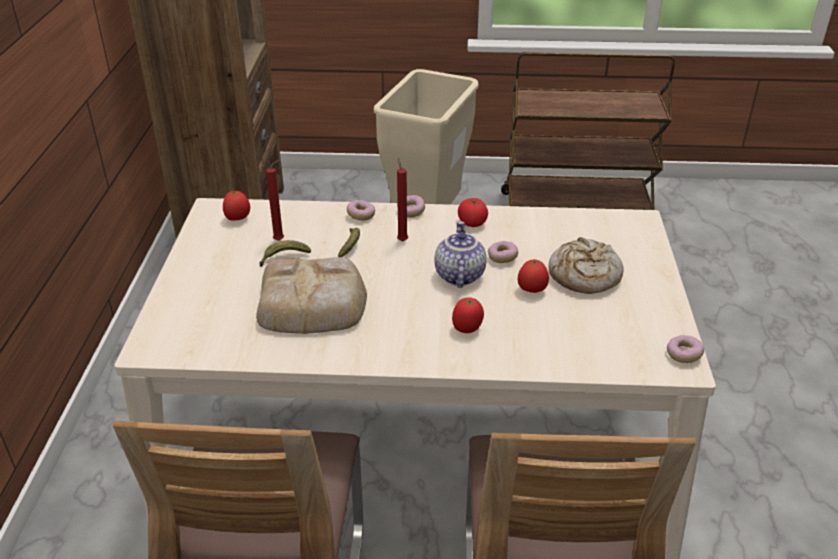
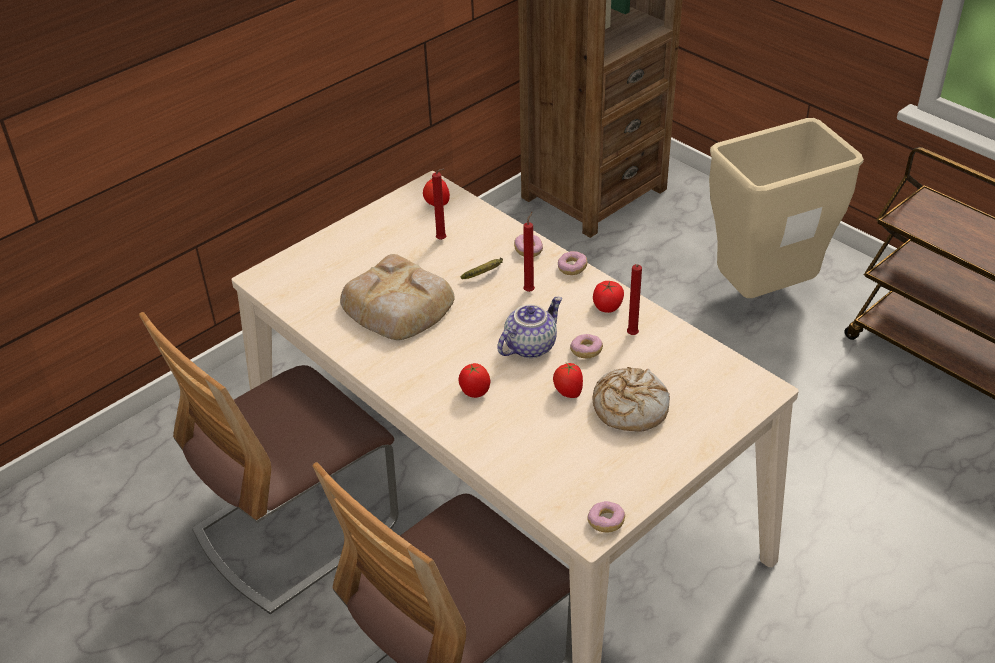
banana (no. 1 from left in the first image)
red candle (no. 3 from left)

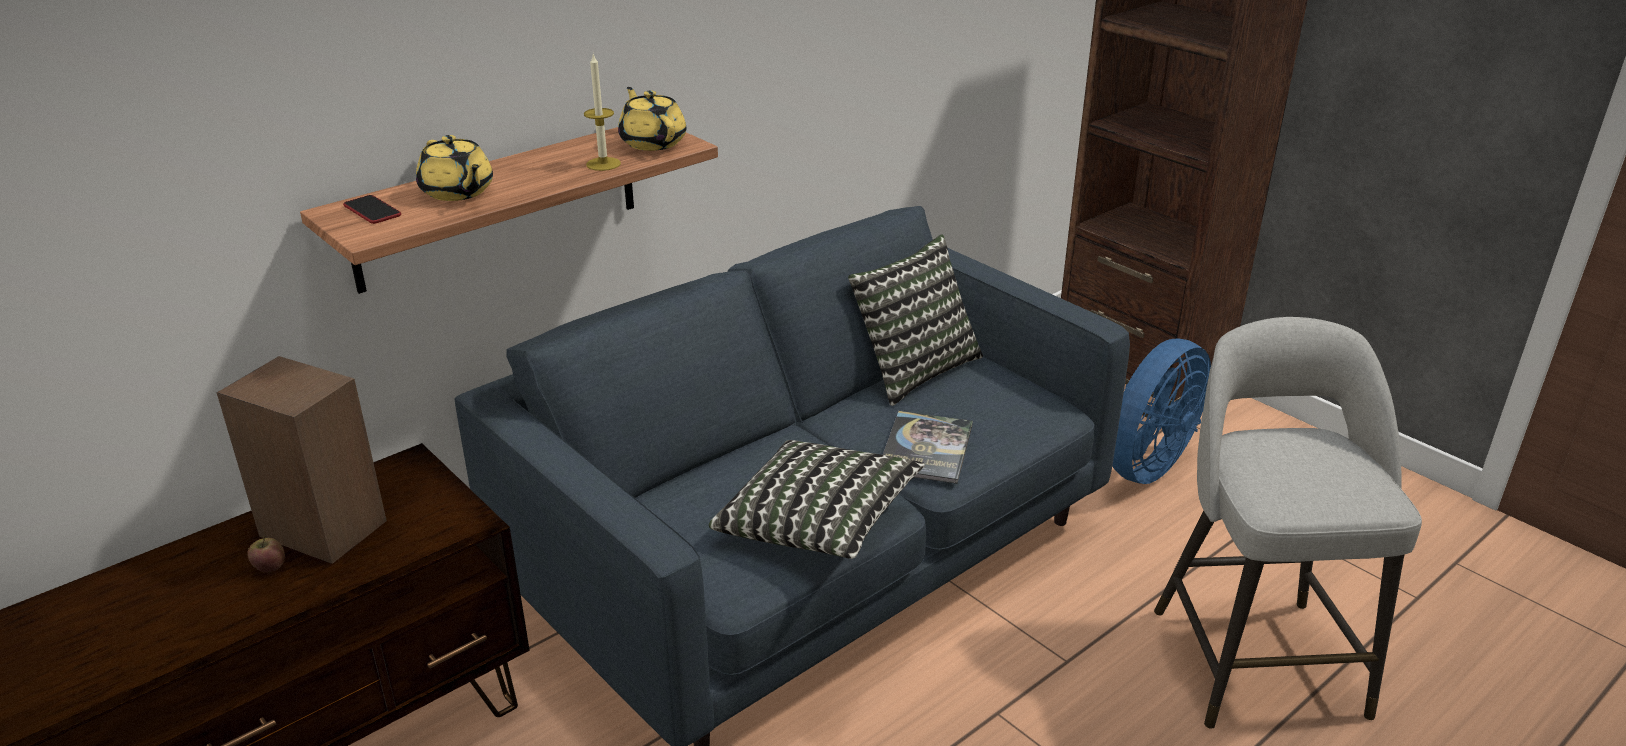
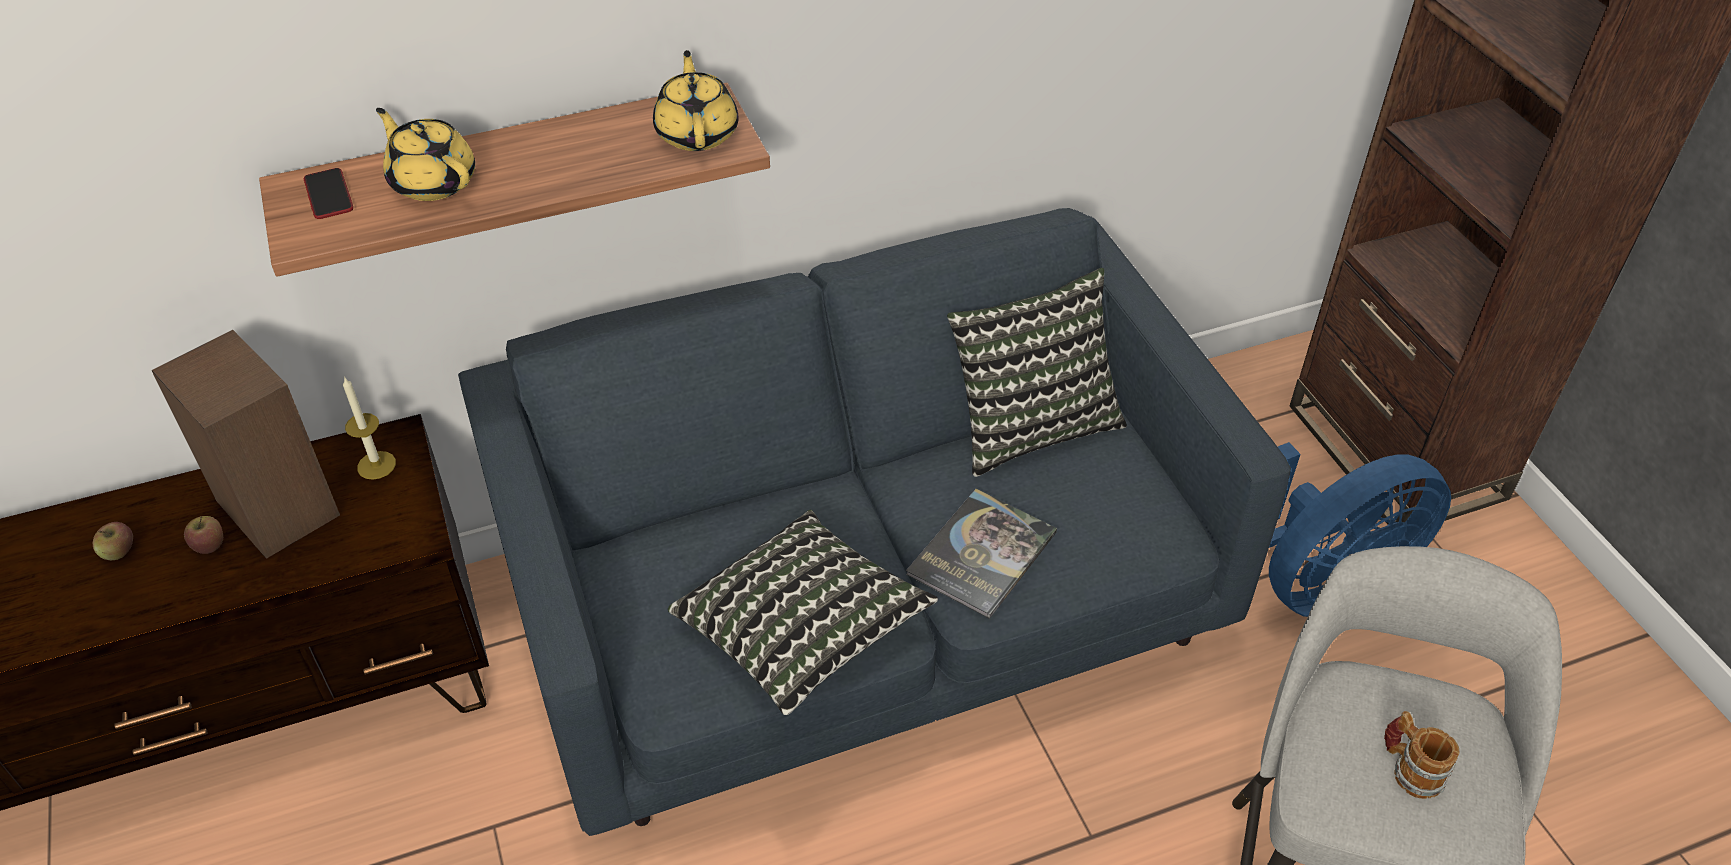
apple (no. 1 from left)
mug
candle
yellow teapot (no. 1 from left)

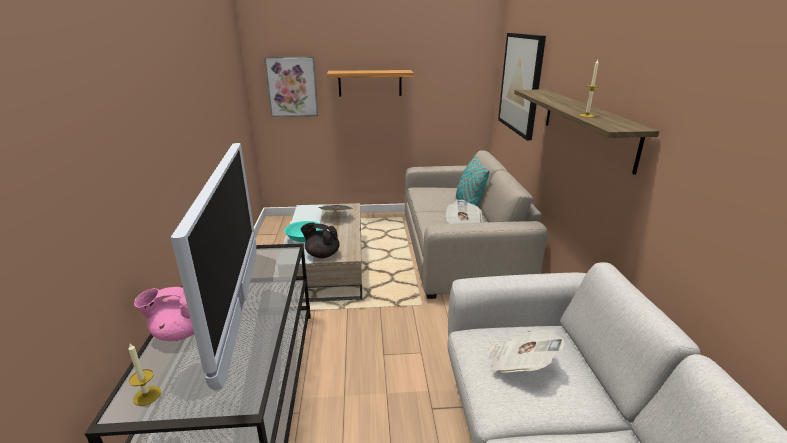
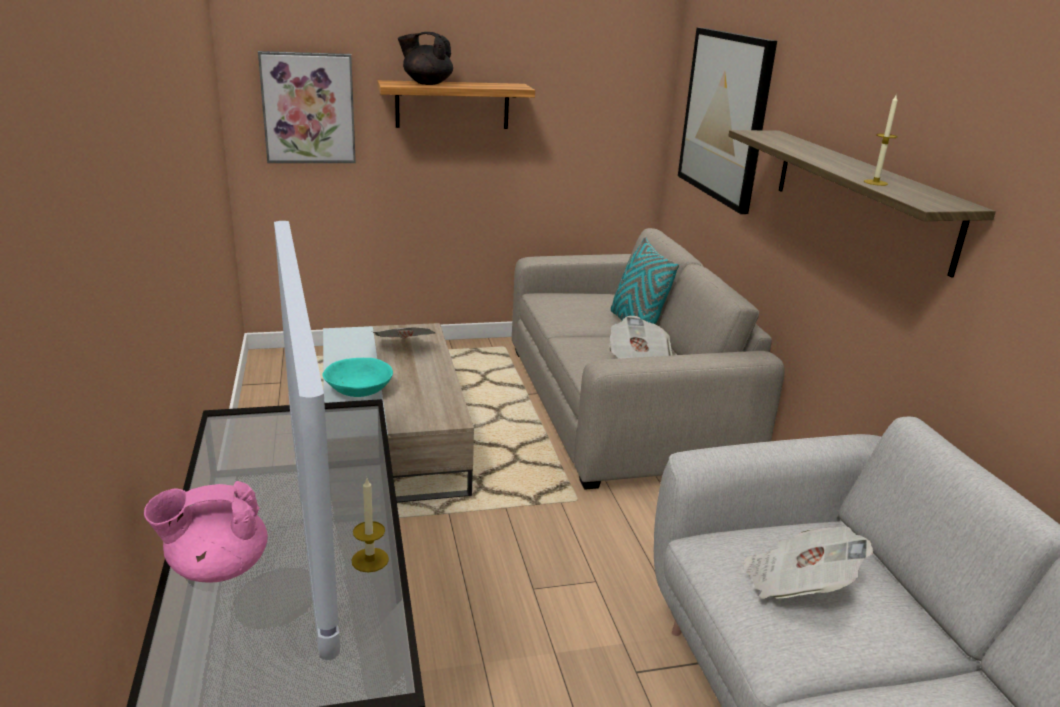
candle (no. 1 from left)
black teapot

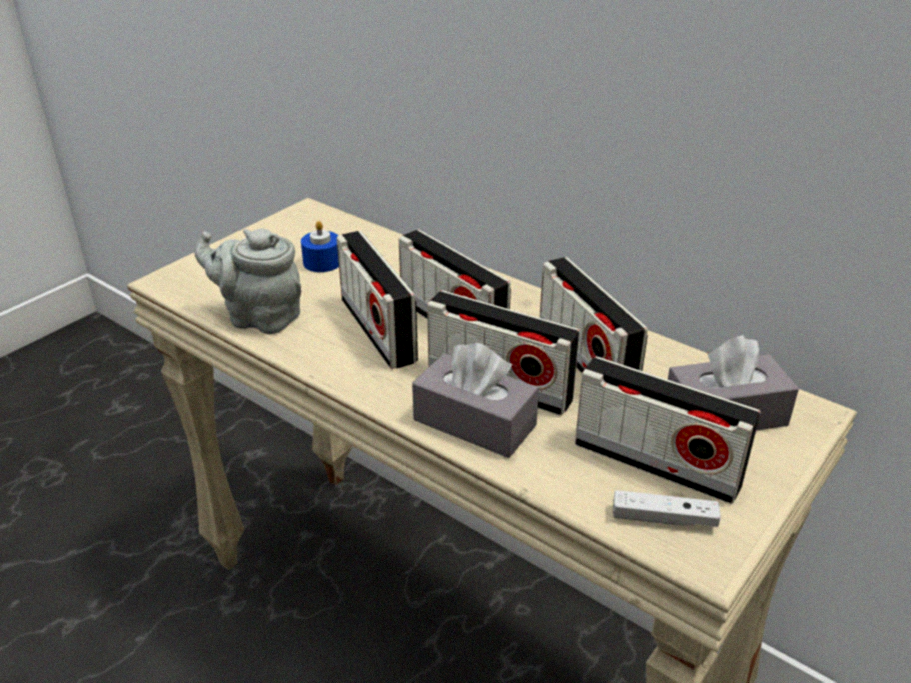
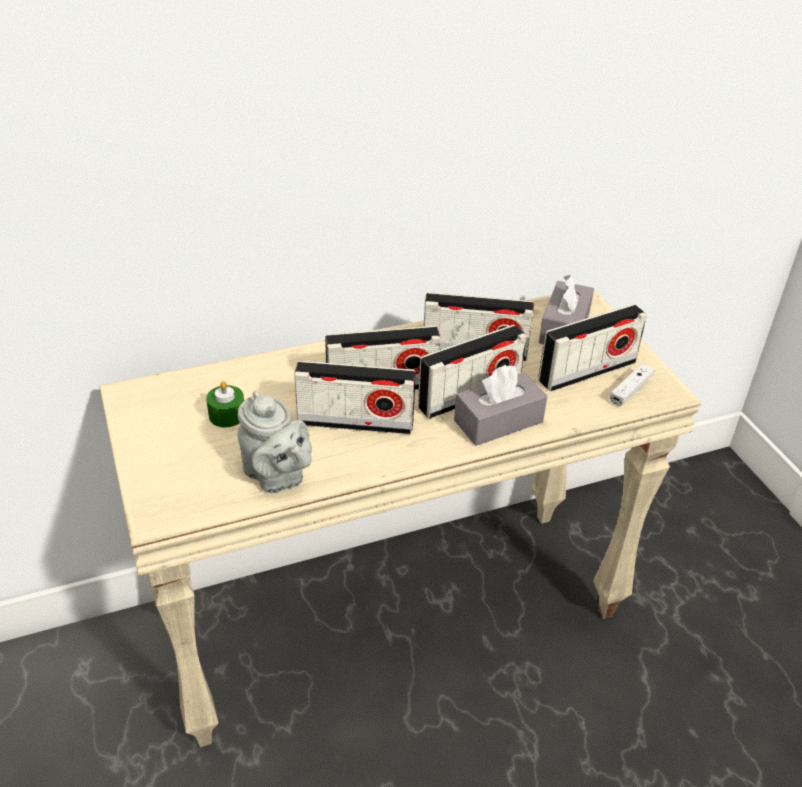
green candle
grey teapot

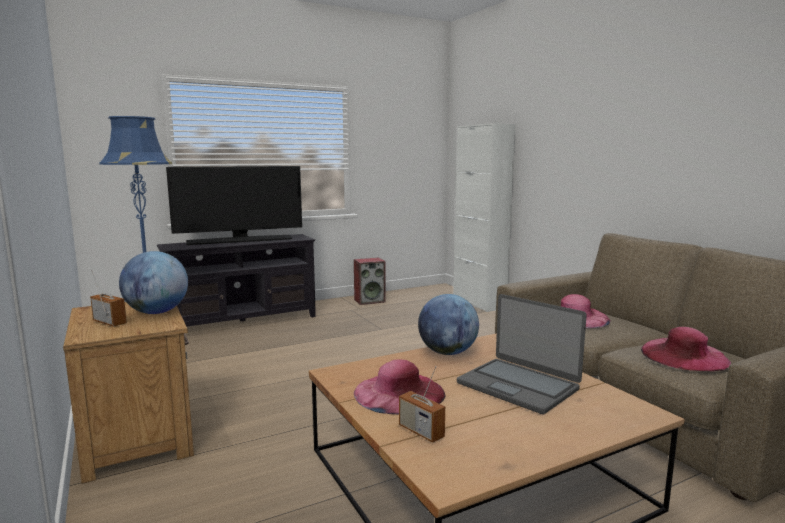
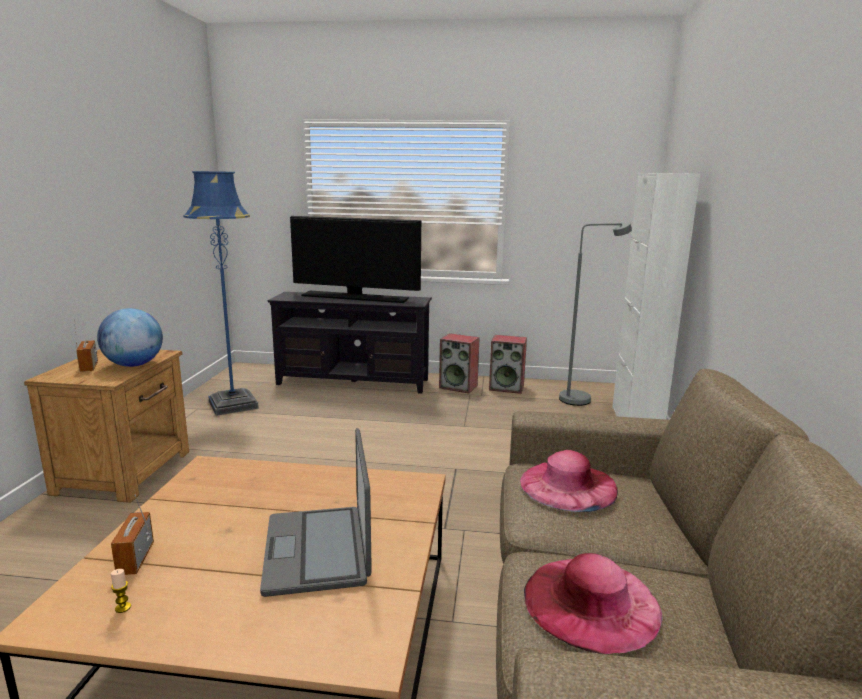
pink hat (no. 1 from left in the first image)
globe (no. 2 from left in the first image)
candle
speaker (no. 1 from left)
grey floor lamp

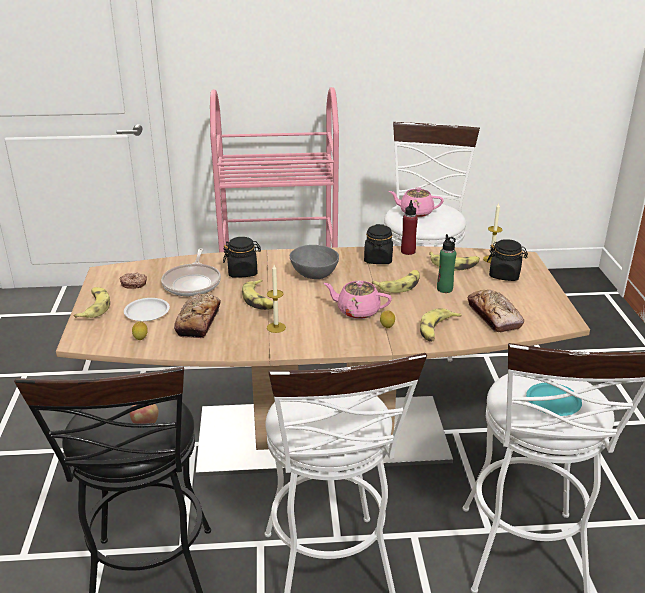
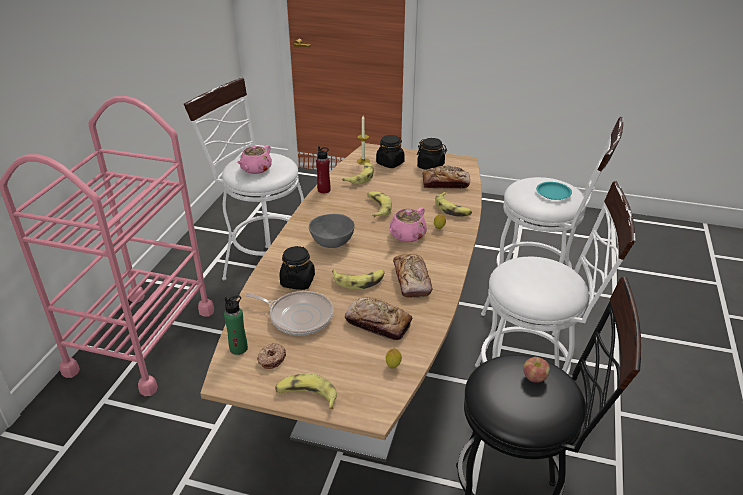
white plate
black jar (no. 3 from left)
green bottle
bread (no. 2 from left)

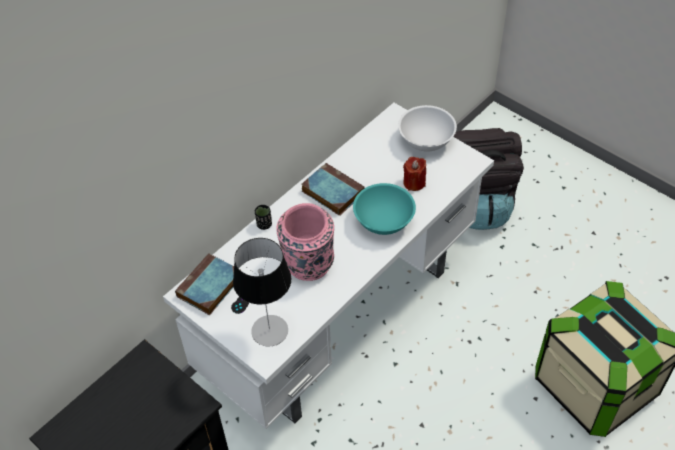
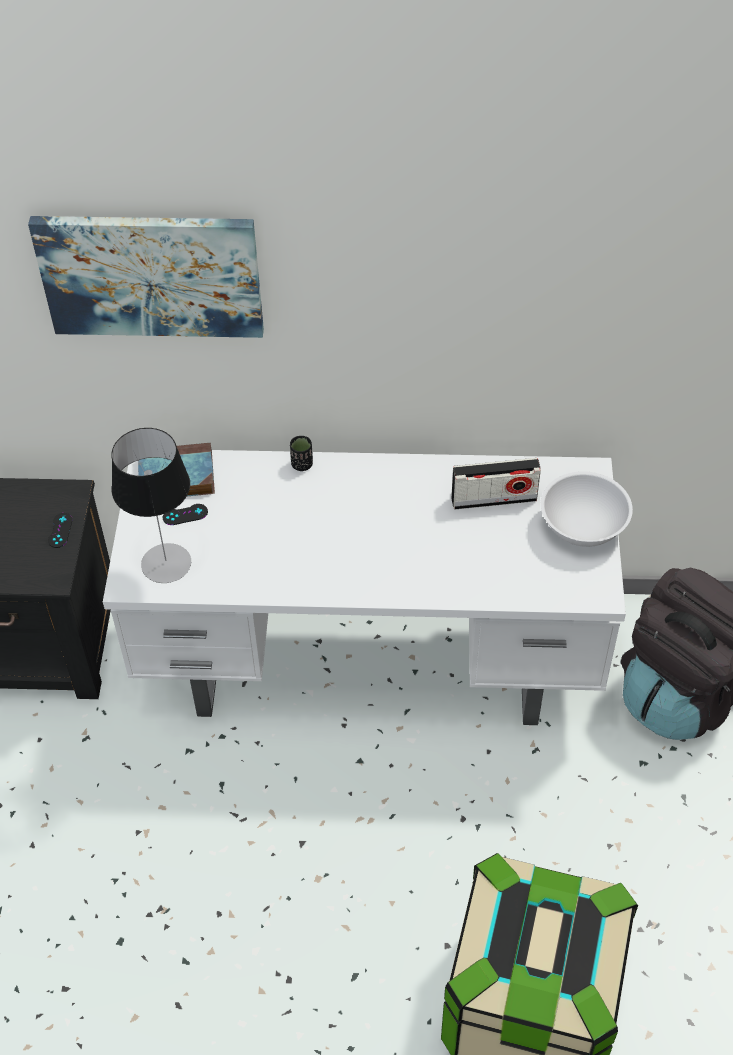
pink vase
book (no. 2 from left in the first image)
turquoise bowl
red candle
picture
black game controller (no. 1 from left)
radio

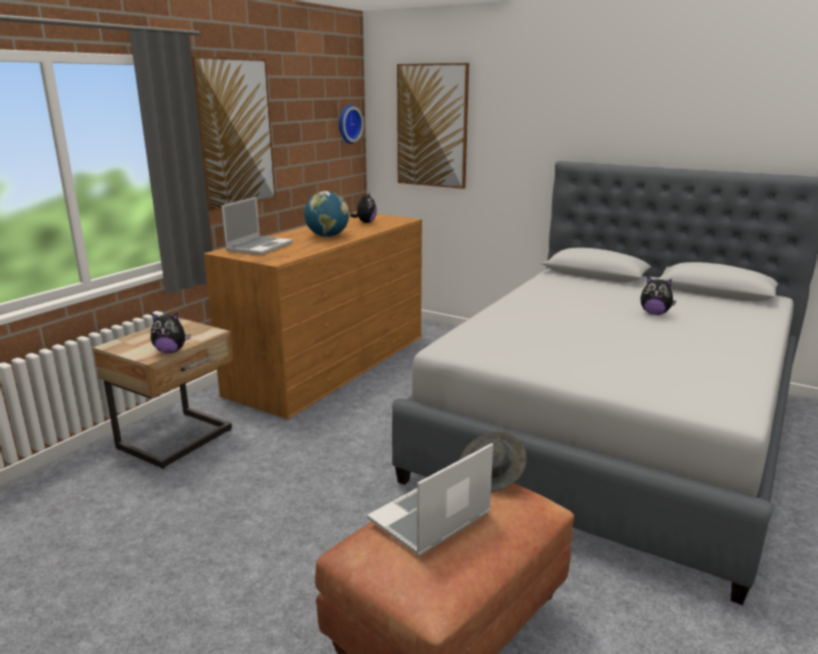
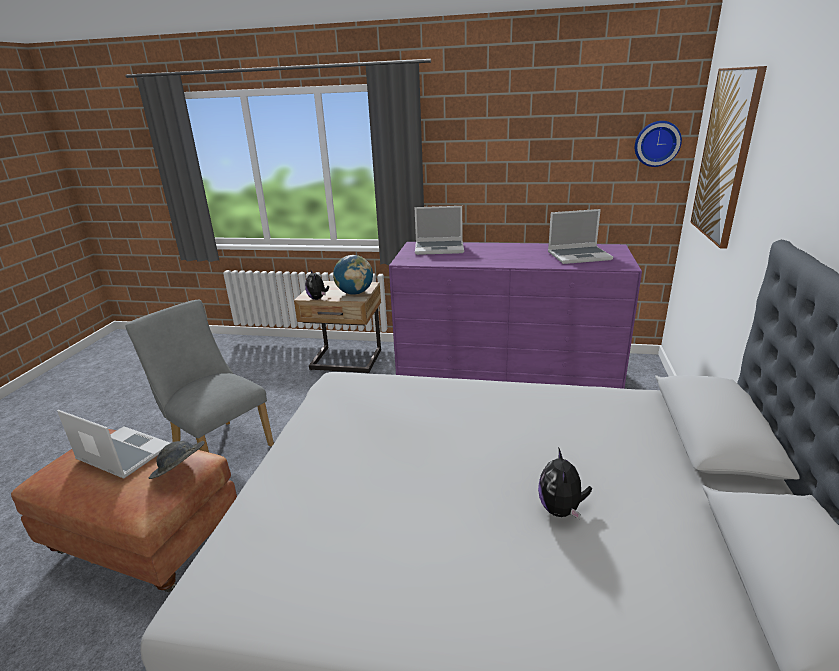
picture (no. 1 from left in the first image)
grey chair
globe
laptop (no. 3 from left)
purple dresser

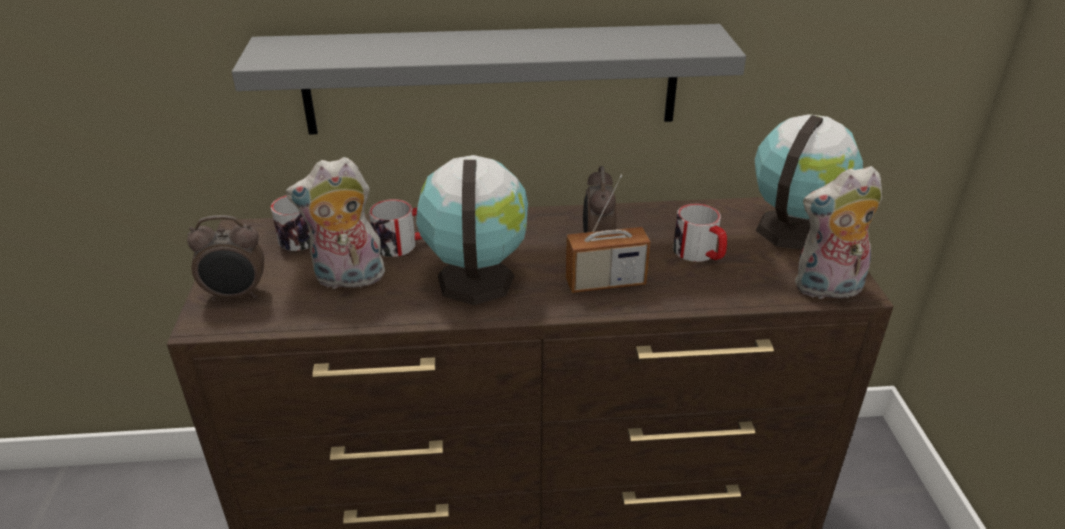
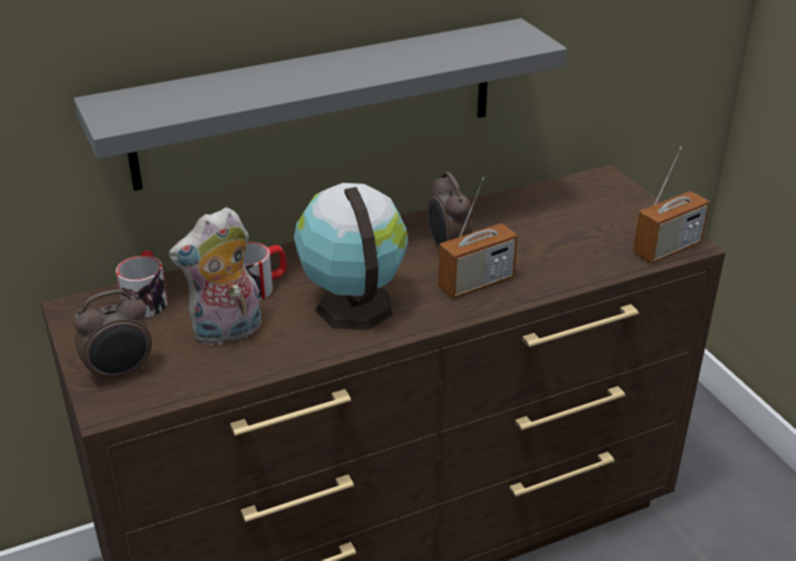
mug (no. 3 from left in the first image)
globe (no. 2 from left in the first image)
radio (no. 2 from left)

